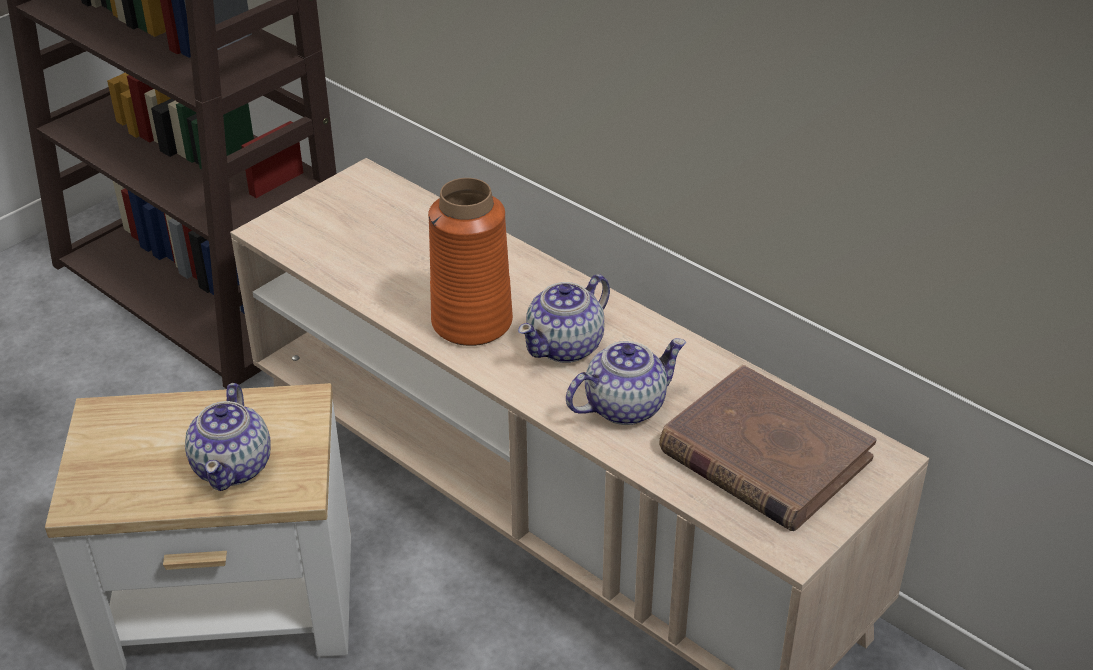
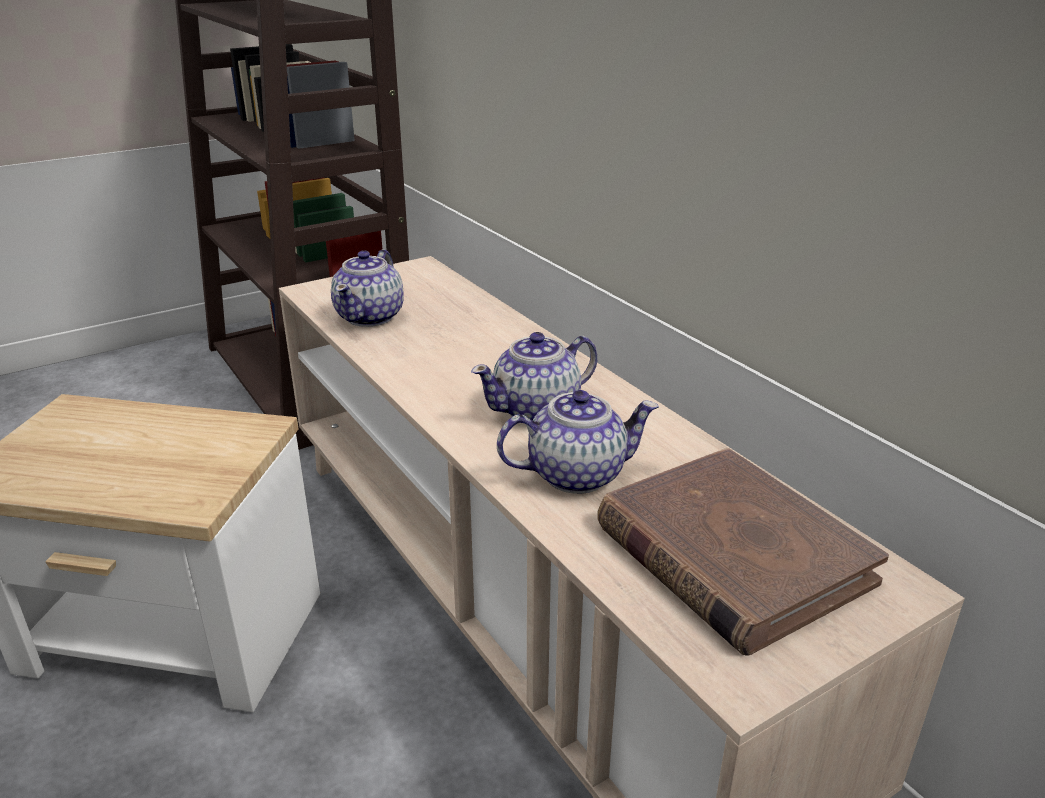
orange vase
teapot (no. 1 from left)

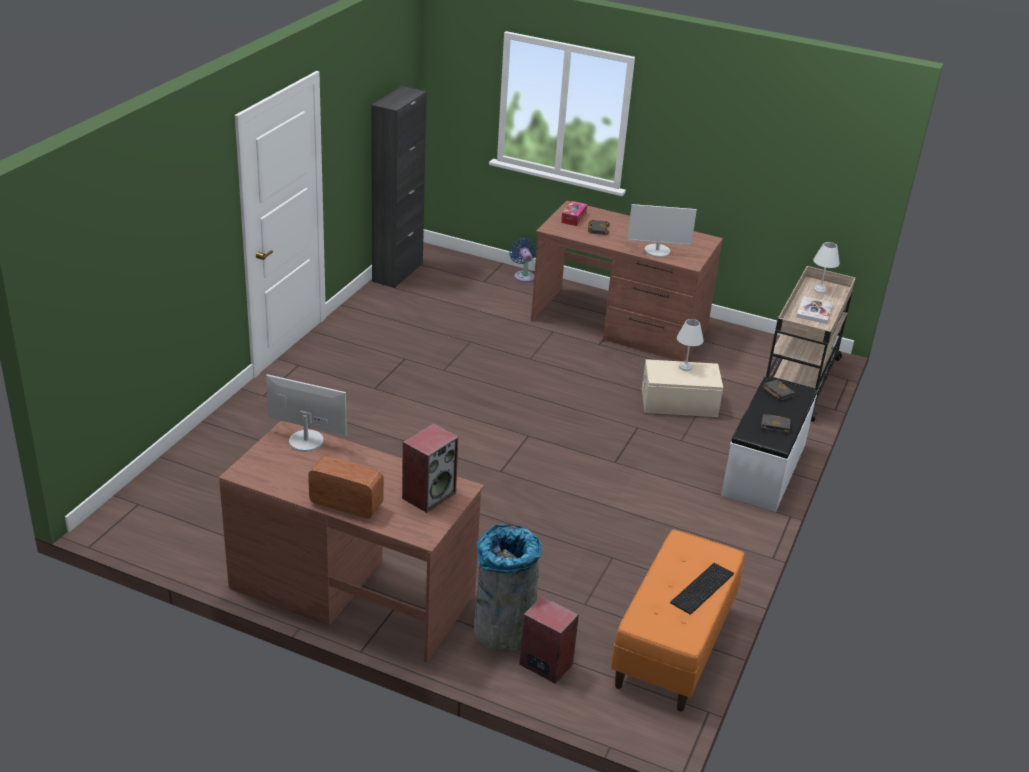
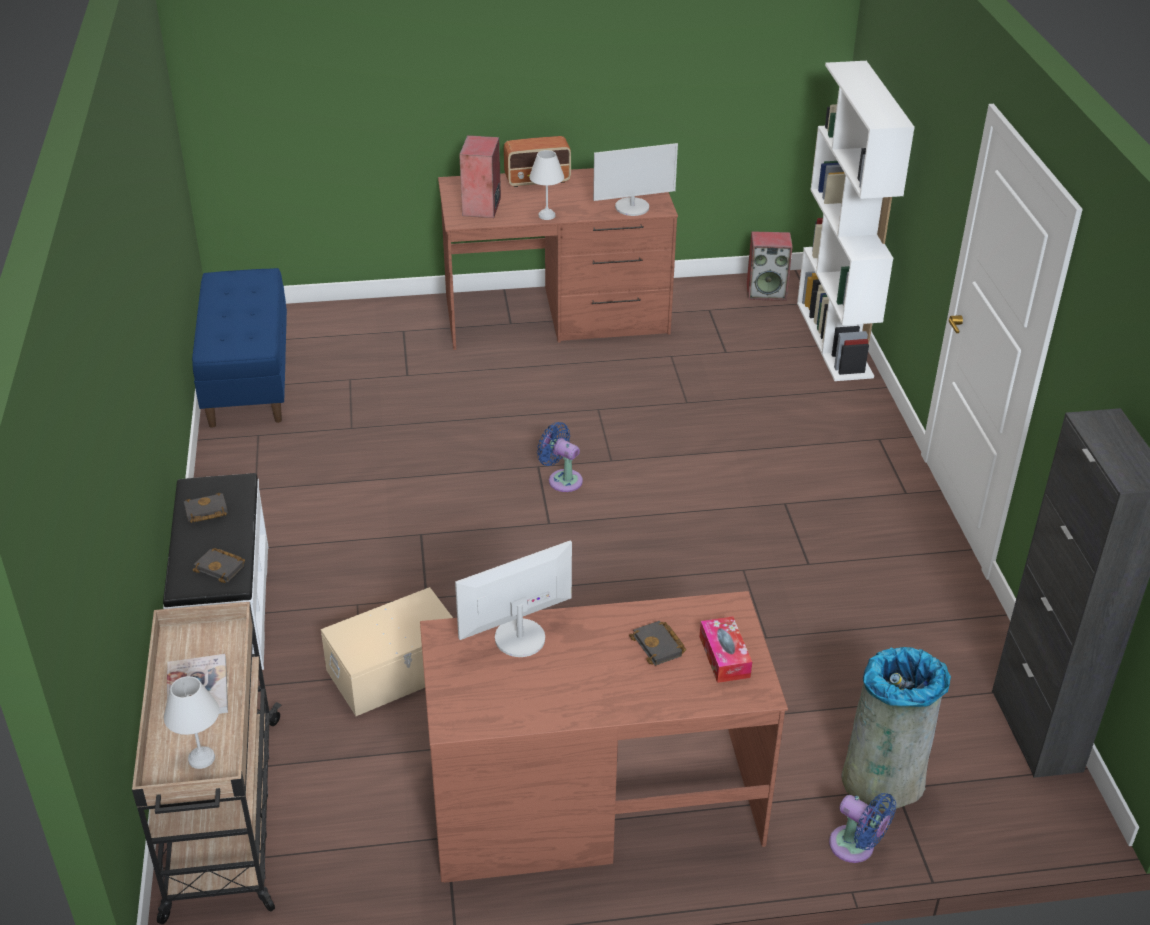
keyboard
blue fan (no. 1 from left)
white bookcase
grey trash can
speaker (no. 2 from left)
white table lamp (no. 2 from left)
blue bench

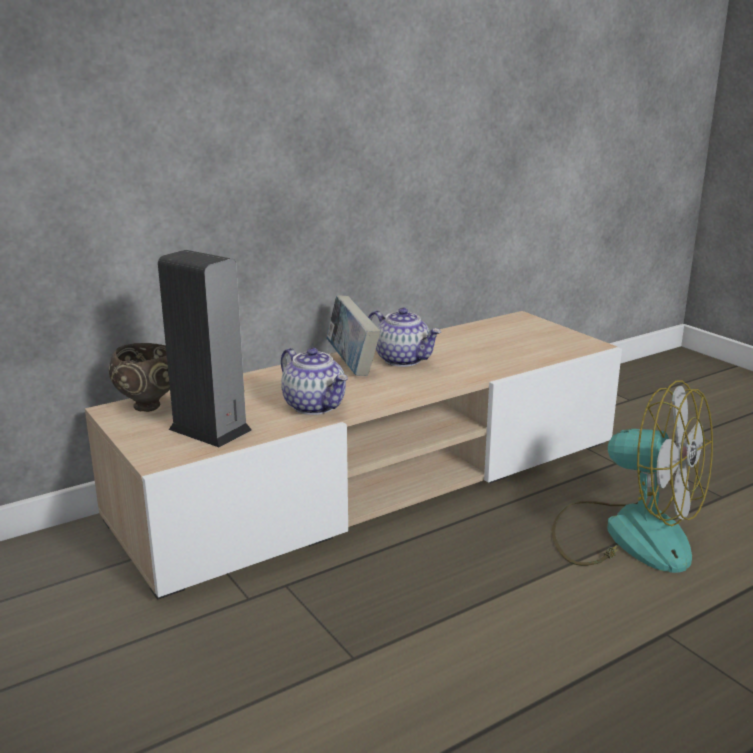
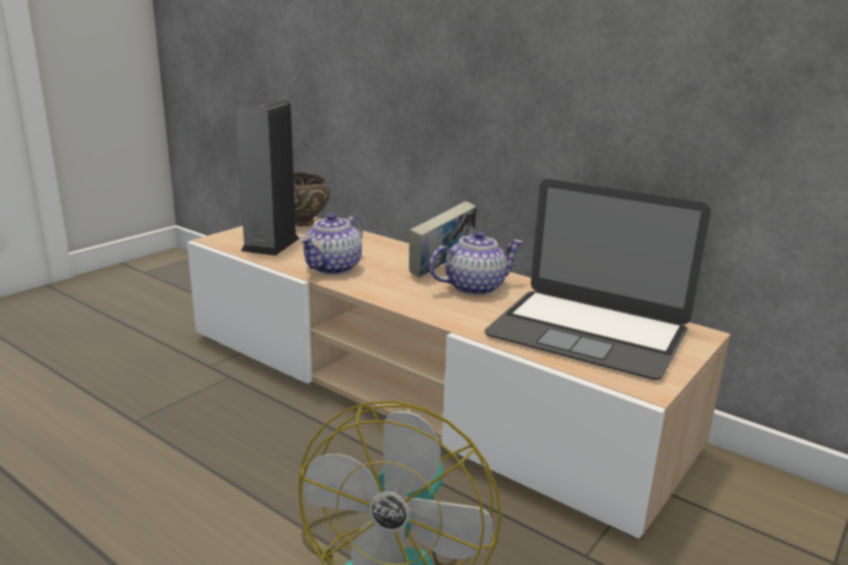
laptop
teapot (no. 2 from left)

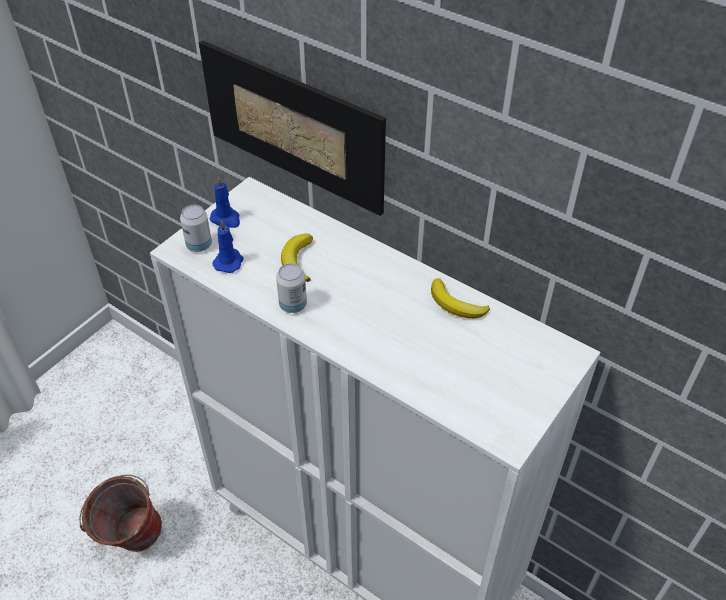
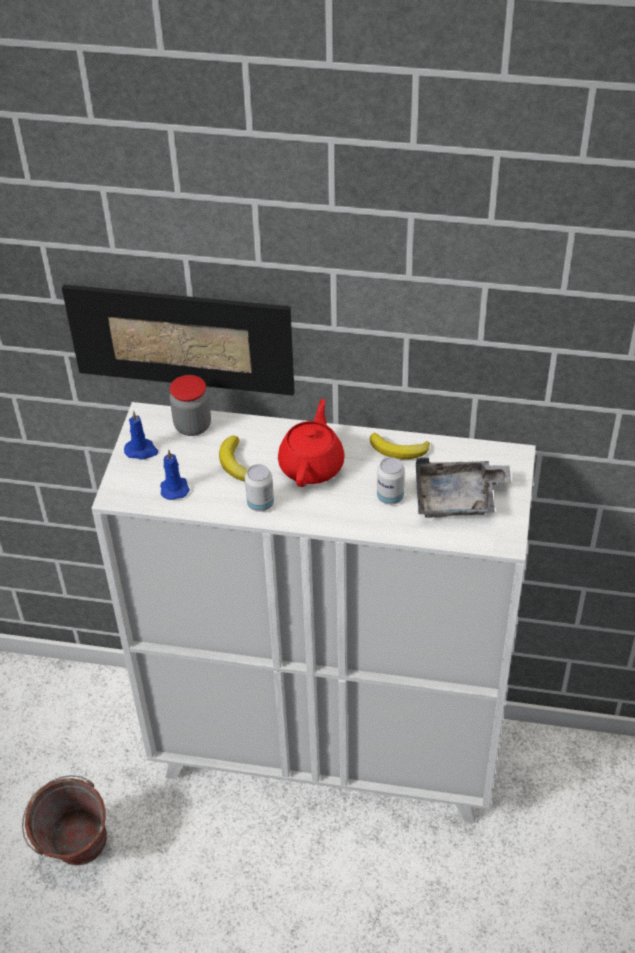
jar
red teapot
grey tray
can (no. 2 from left)

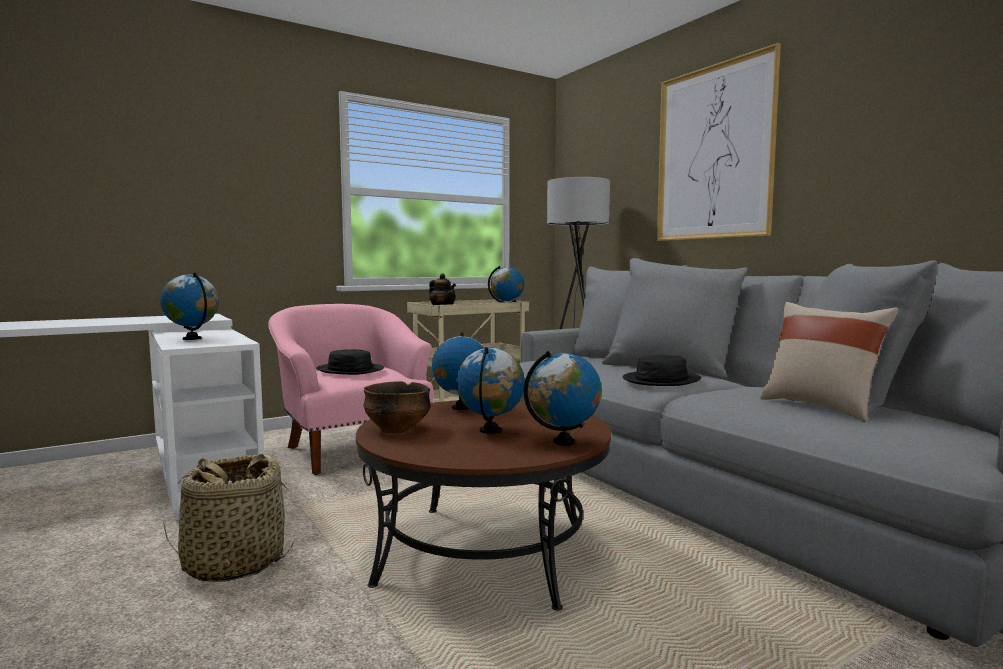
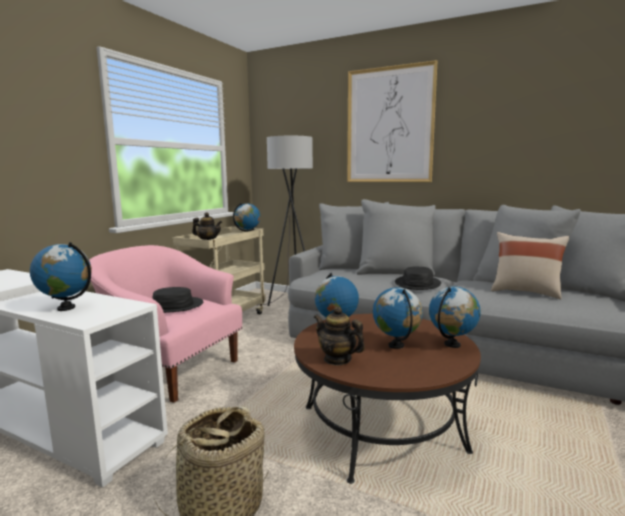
teapot (no. 2 from left)

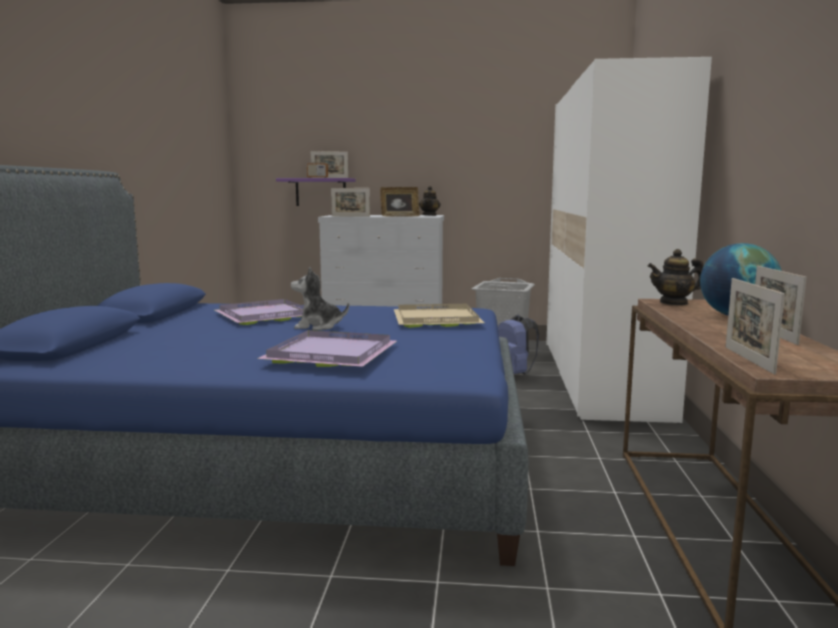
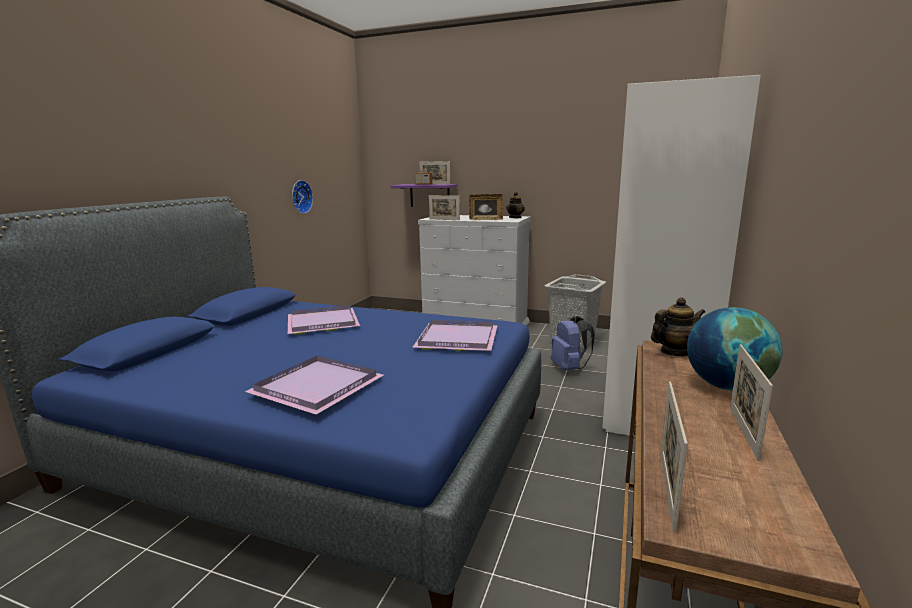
plush toy
wall clock
purple tray (no. 3 from left)
teapot (no. 2 from left)

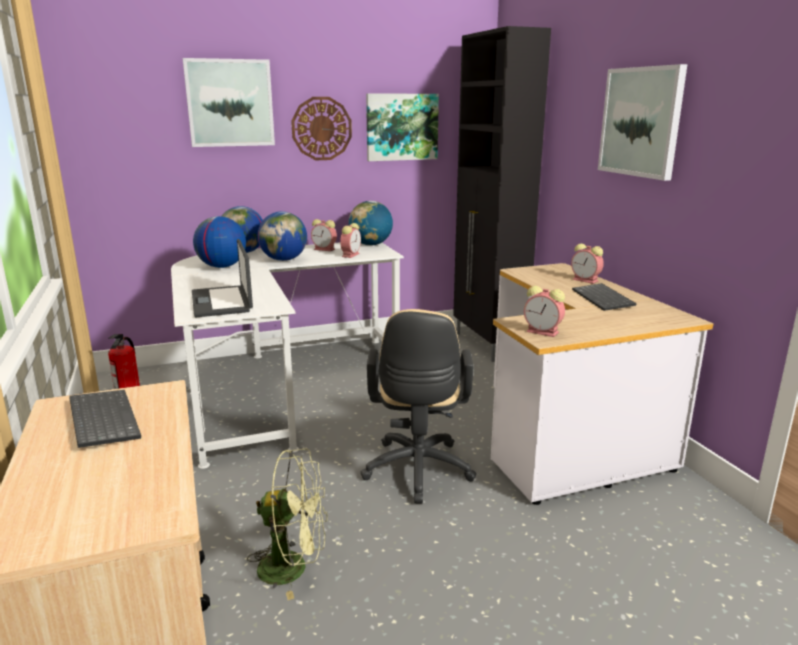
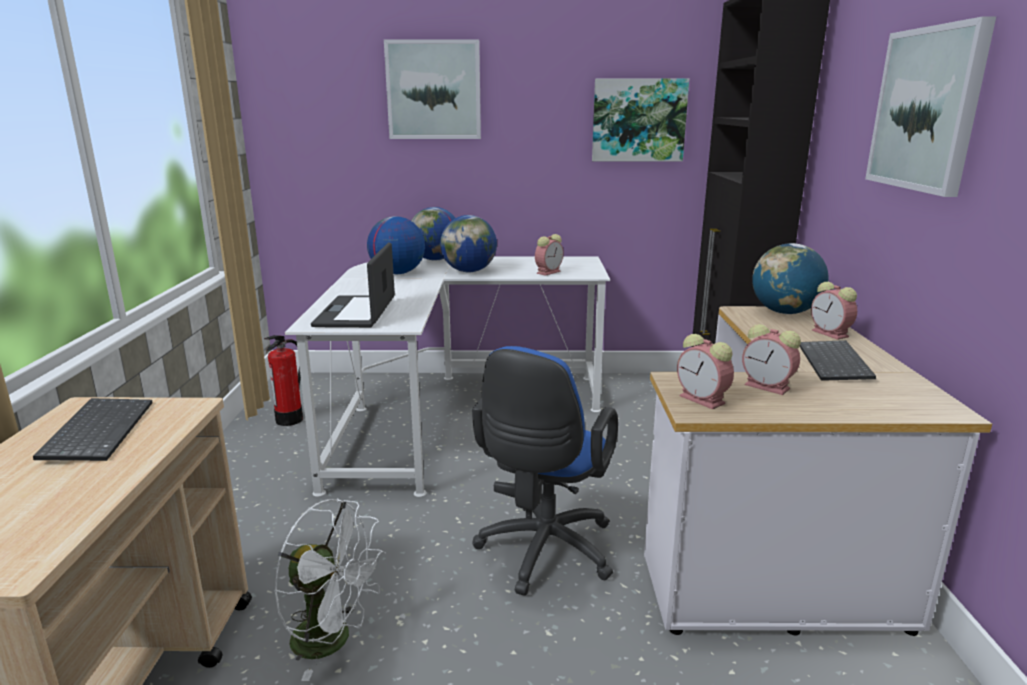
wall clock
alarm clock (no. 3 from left)
globe (no. 4 from left)
white fan
blue office chair

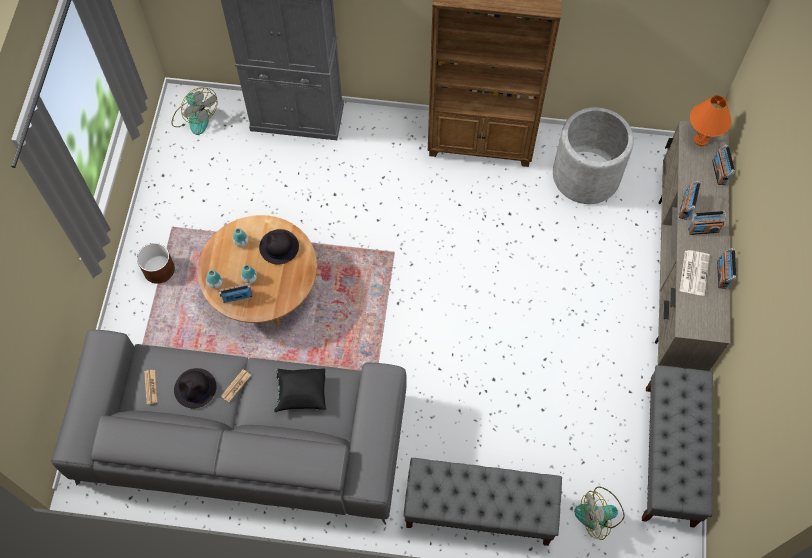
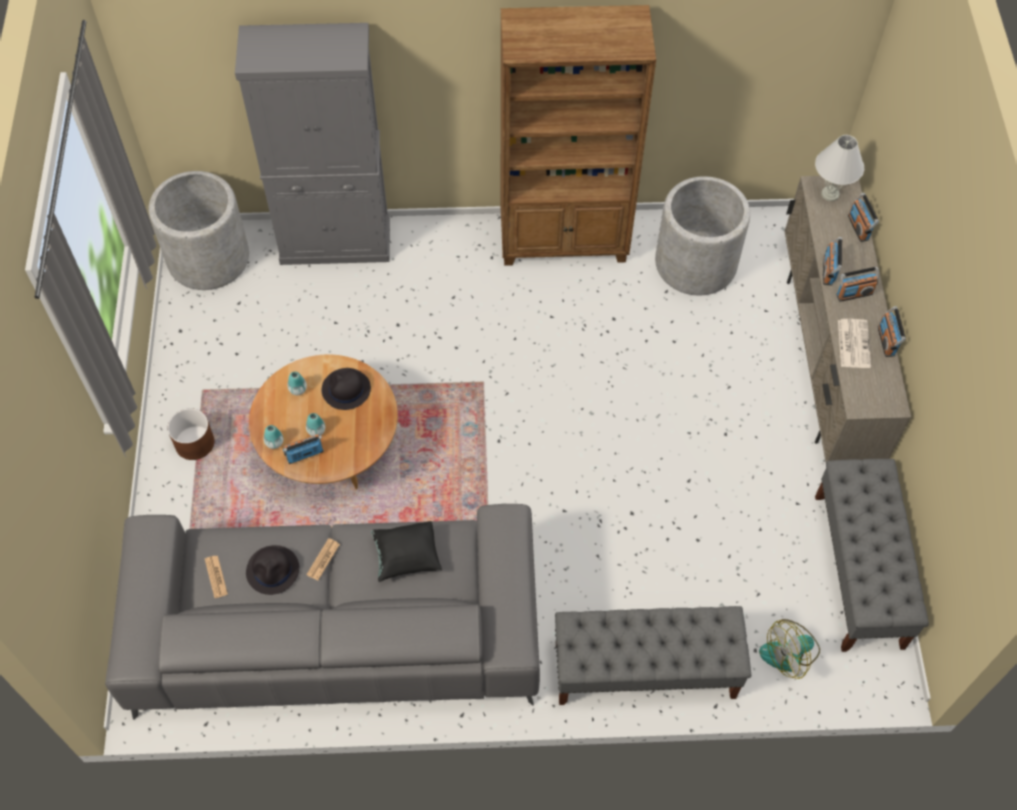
grey planter (no. 1 from left)
white table lamp

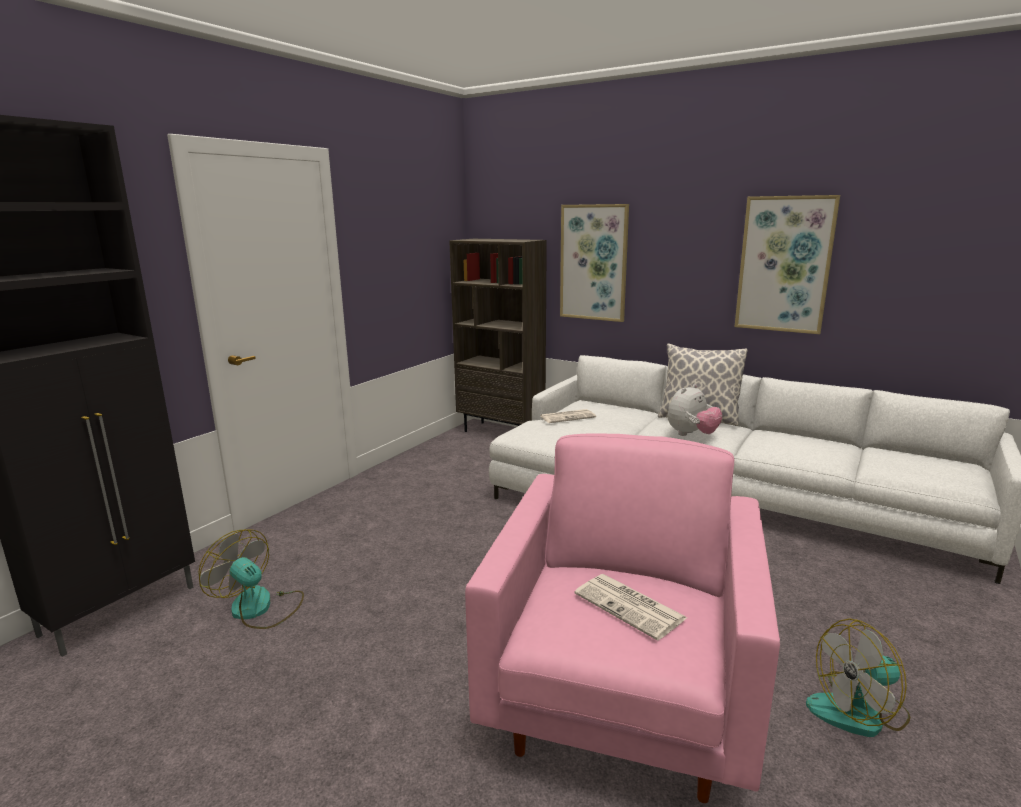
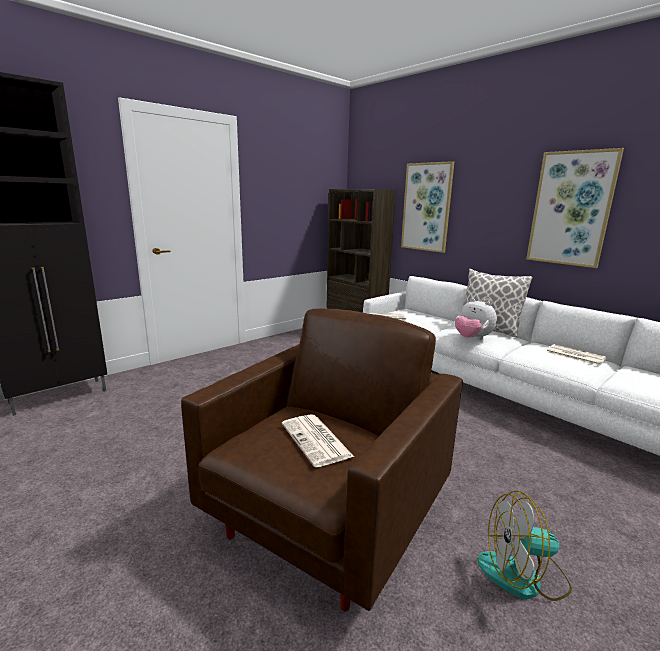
fan (no. 1 from left in the first image)
newspaper (no. 3 from left)
brown armchair
plush toy

